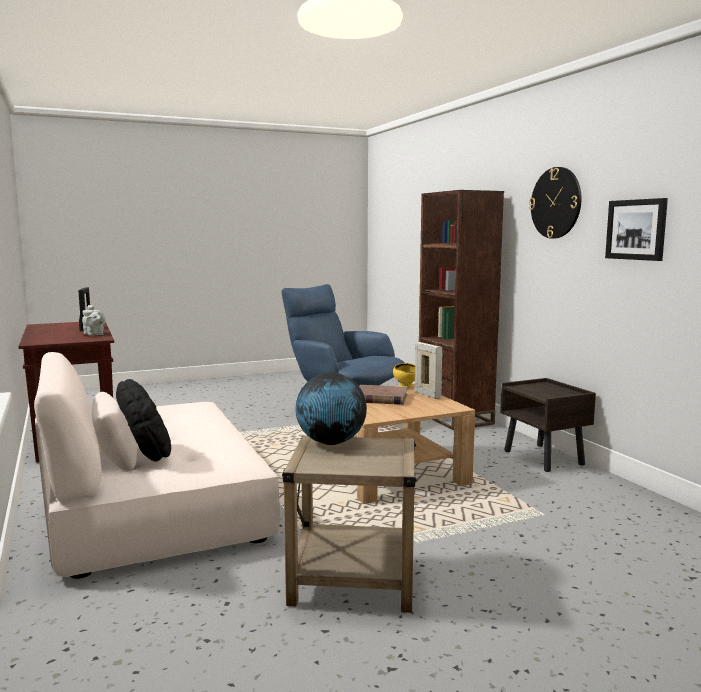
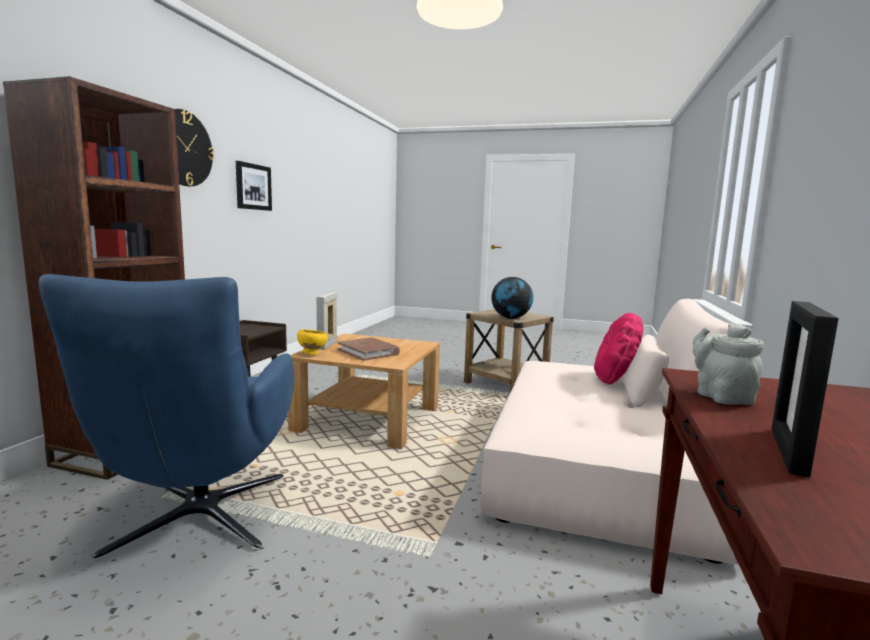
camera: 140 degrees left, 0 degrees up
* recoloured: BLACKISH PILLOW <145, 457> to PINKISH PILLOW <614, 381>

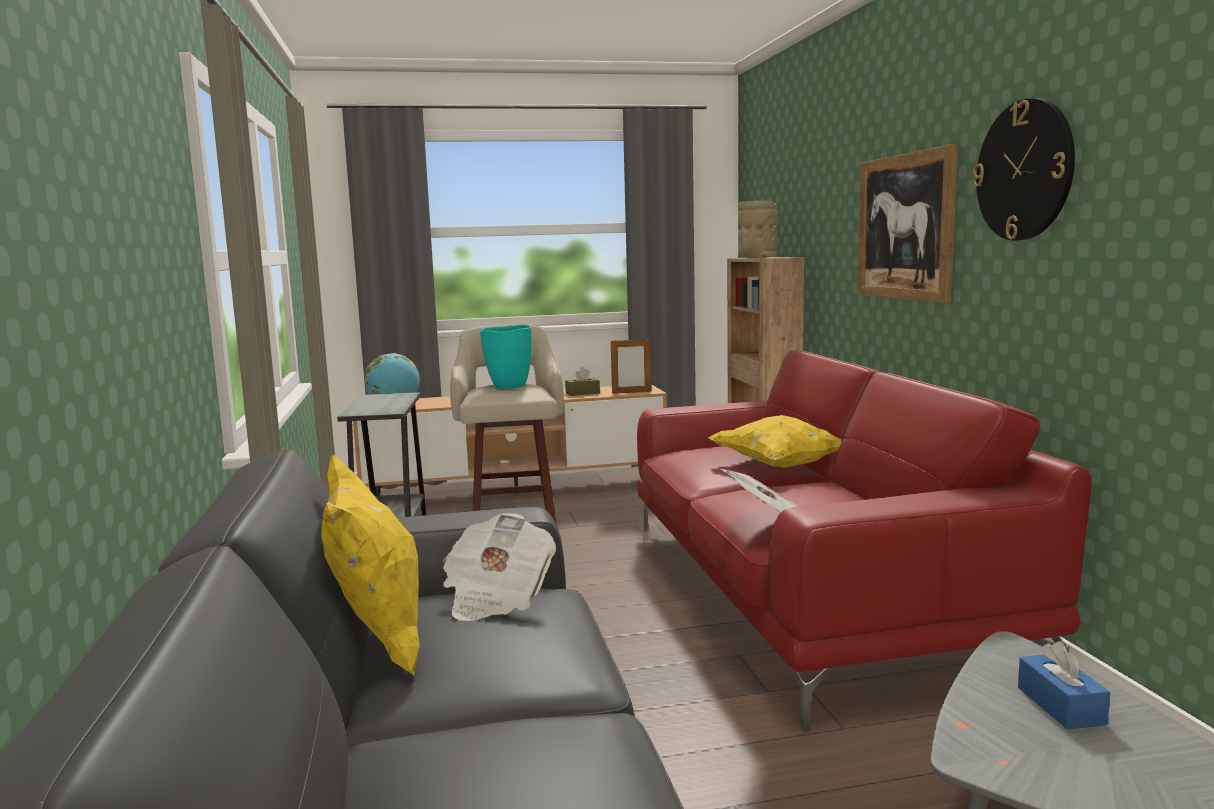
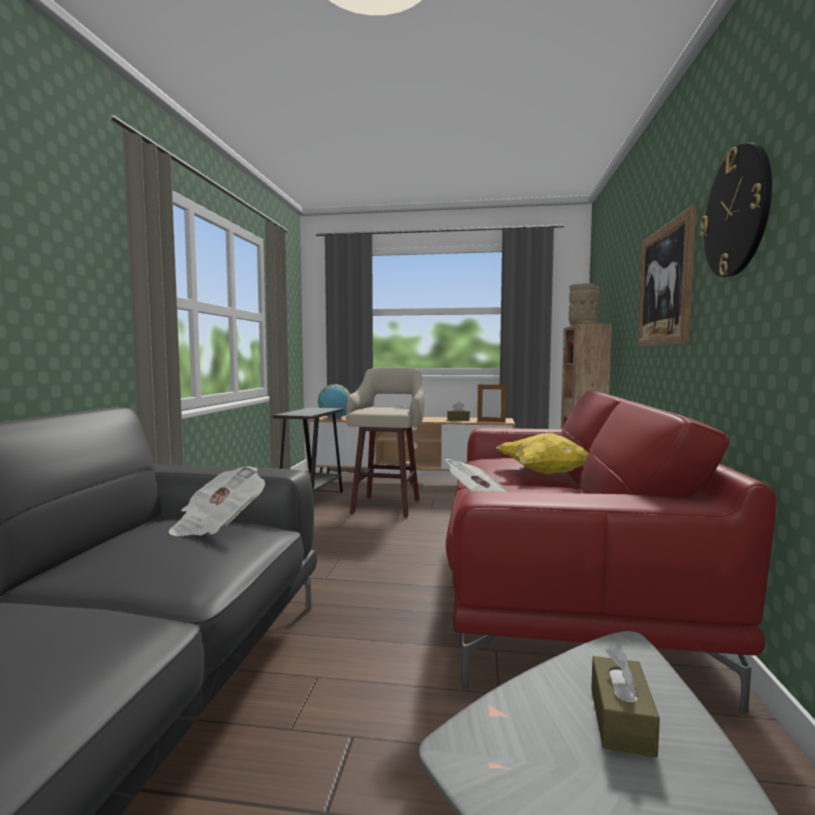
camera: 20 degrees right, 5 degrees down
* recoloured: BLUISH TISSUE BOX <1060, 706> to BROWN-COLOURED TISSUE BOX <621, 720>
* removed: YELLOWISH PILLOW <377, 642>
* removed: TURQUOISE-COLOURED VASE <509, 386>

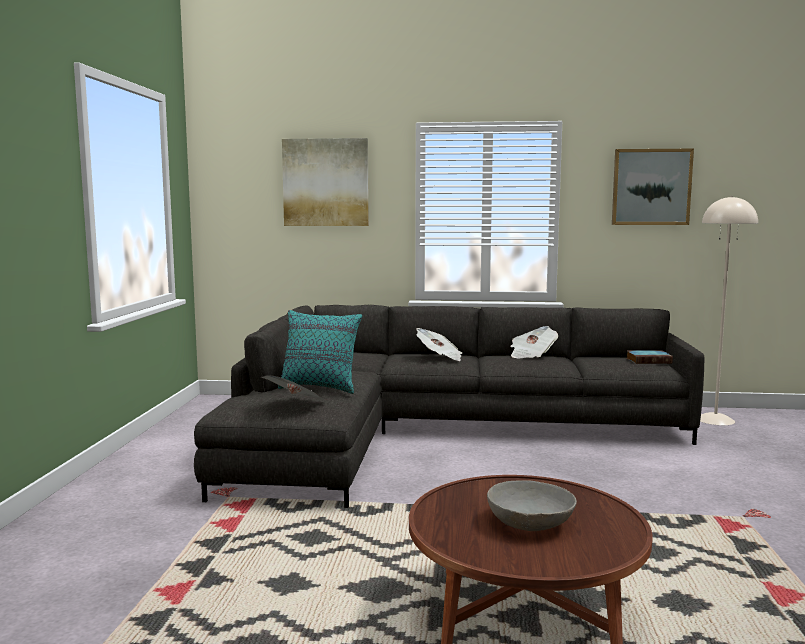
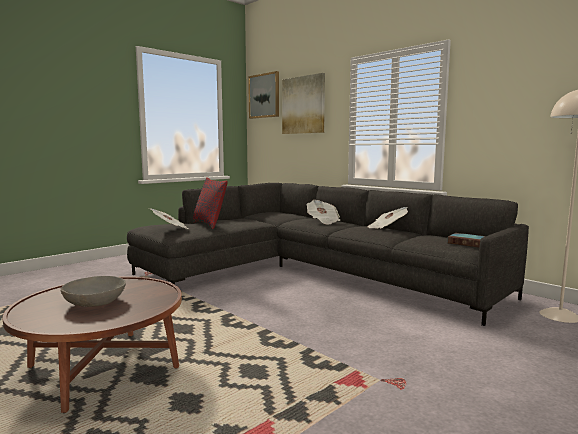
camera: 40 degrees right, 0 degrees up
* recoloured: TURQUOISE-COLOURED PILLOW <320, 388> to RED-COLOURED PILLOW <209, 225>
* moved: WALL ART <651, 187> to <264, 96>

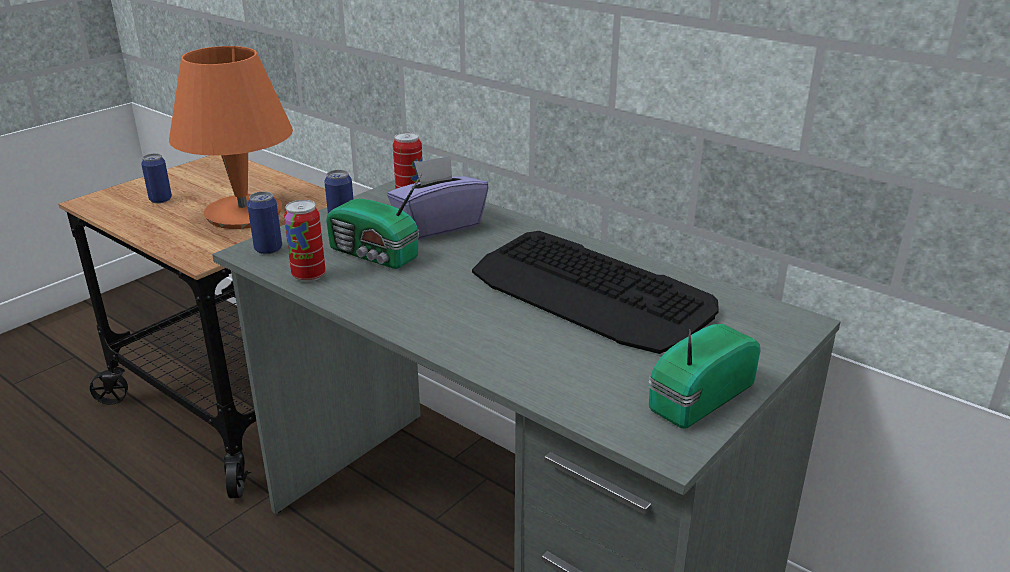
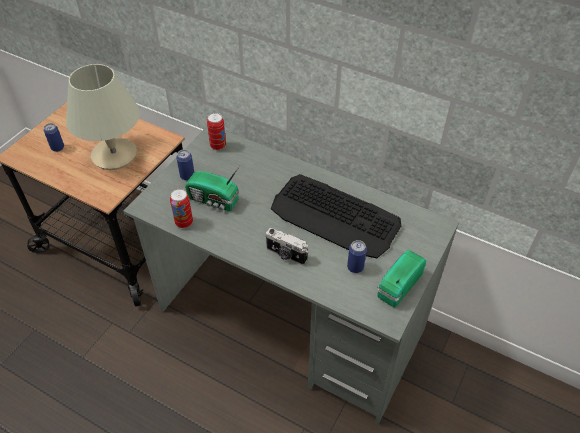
camera: 10 degrees left, 20 degrees up
* recoloured: ORANGE-COLOURED TABLETOP LAMP <245, 213> to BEIGE-COLOURED TABLETOP LAMP <115, 155>
* added: STILL CAMERA <286, 255>
* moved: SEALED CAN <268, 249> to <355, 267>
* removed: PURPLE TISSUE BOX <438, 225>

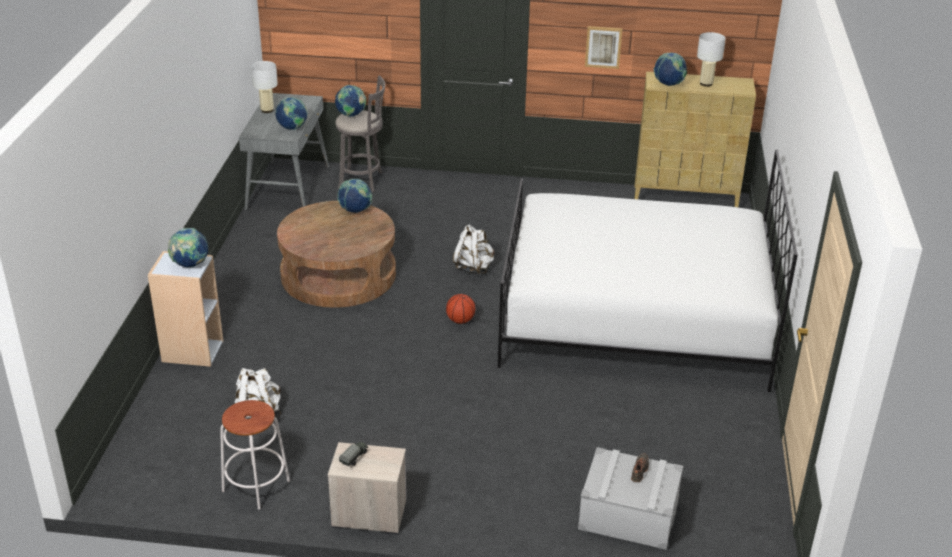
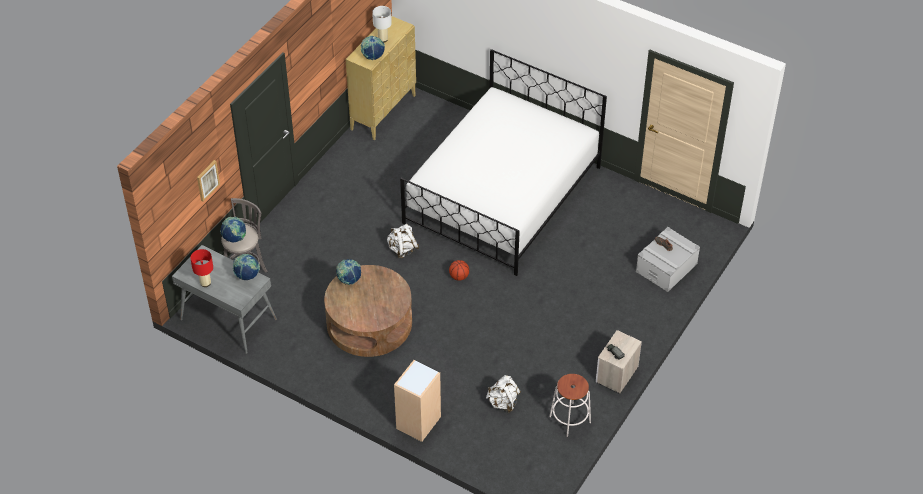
camera: 65 degrees left, 15 degrees up
* recoloured: WHITE TABLETOP LAMP <267, 110> to RED-COLOURED TABLETOP LAMP <206, 283>
* moved: WALL ART <603, 47> to <207, 180>
* removed: WORLD GLOBE <190, 265>

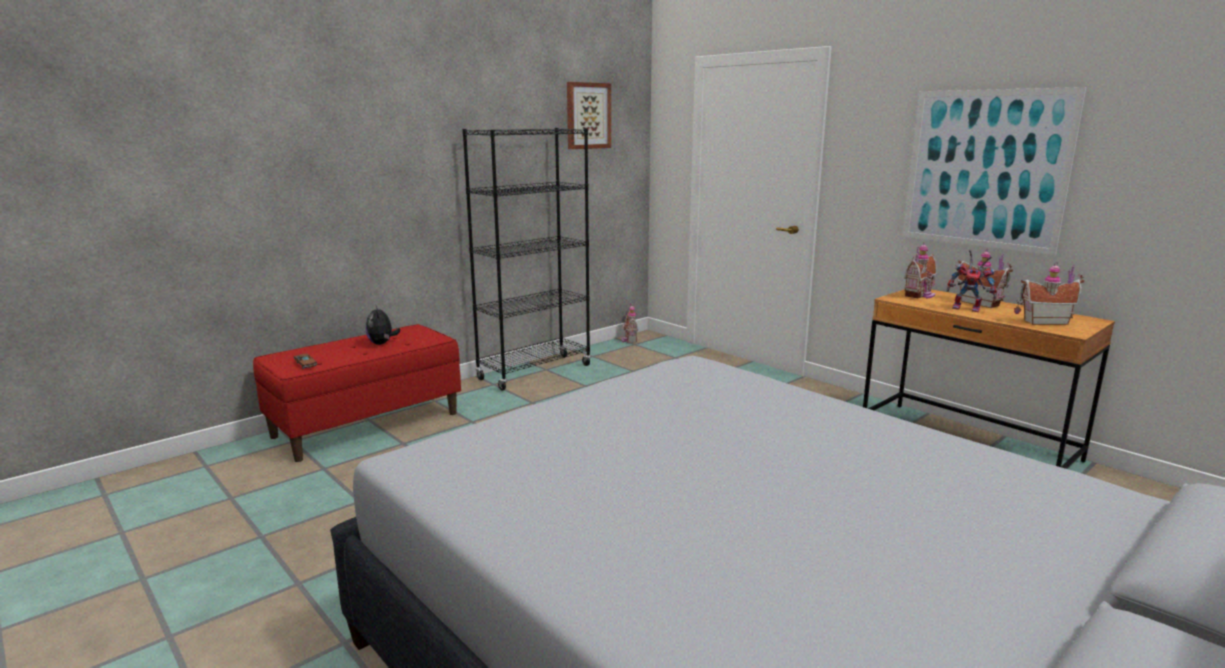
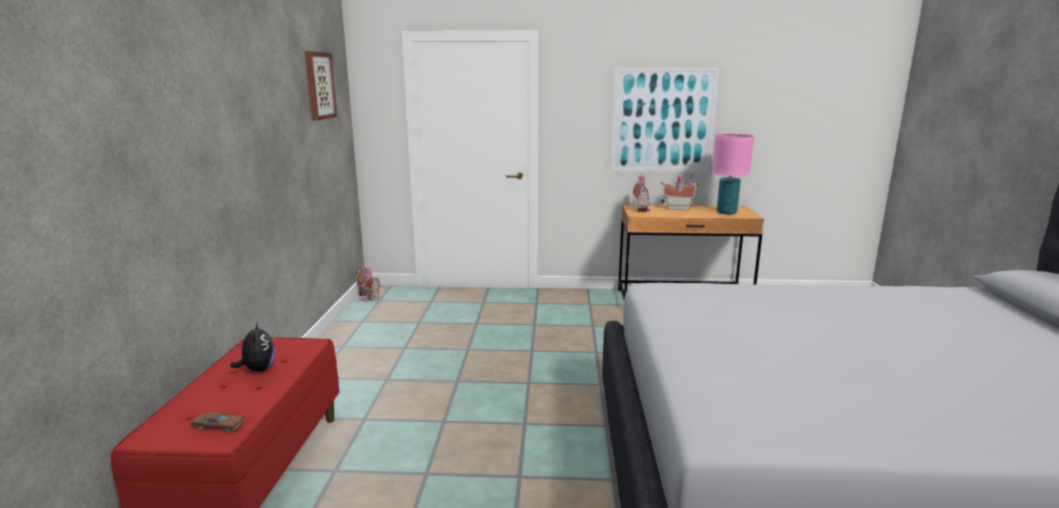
camera: 45 degrees left, 0 degrees up
* turned: CUDDLY TOY <382, 343> = <258, 370> 135 degrees counterclockwise
* replaced: MODEL HOUSE <1042, 321> to PINKISH TABLETOP LAMP <726, 213>
* removed: BLACKISH BOOKCASE <535, 372>
* removed: MODEL ROBOT <969, 308>

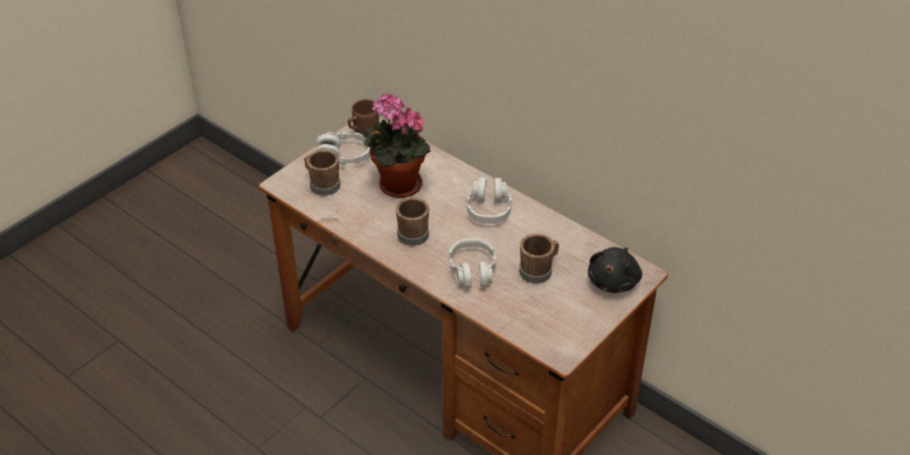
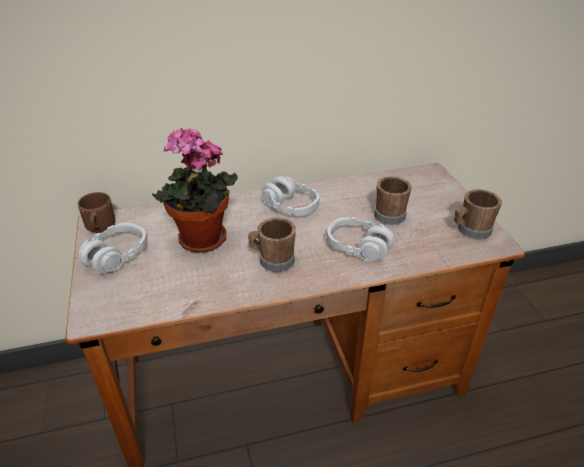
camera: 55 degrees left, 5 degrees down
* moved: BROWN-COLOURED COFFEE MUG <322, 184> to <470, 230>
* removed: BLACKISH CUDDLY TOY <614, 281>

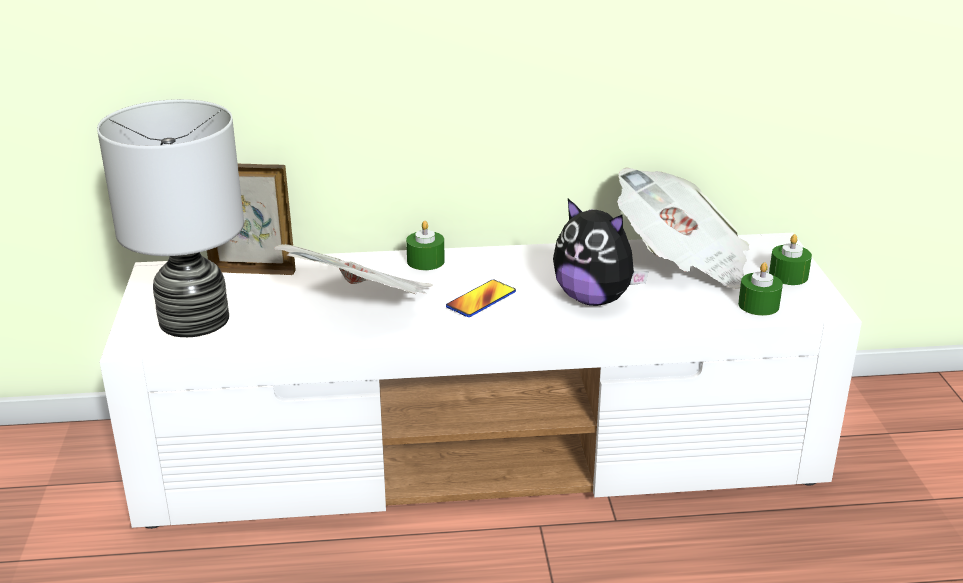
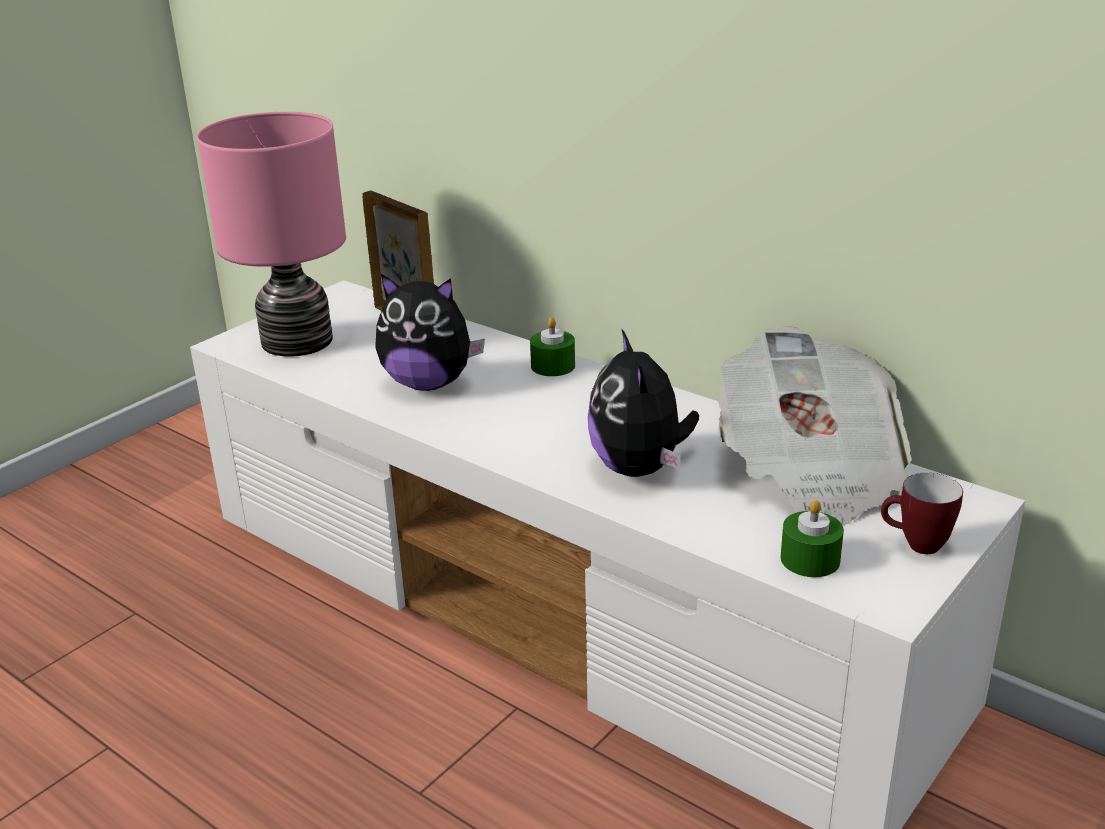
camera: 45 degrees right, 0 degrees up
* recoloured: GRAY TABLETOP LAMP <195, 320> to PINKISH TABLETOP LAMP <297, 342>
* replaced: PRINTED PAPER <362, 306> to CUDDLY TOY <429, 383>
* replaced: GREEN WAX CANDLE <788, 275> to COFFEE MUG <915, 545>
* removed: HANDSET <481, 300>

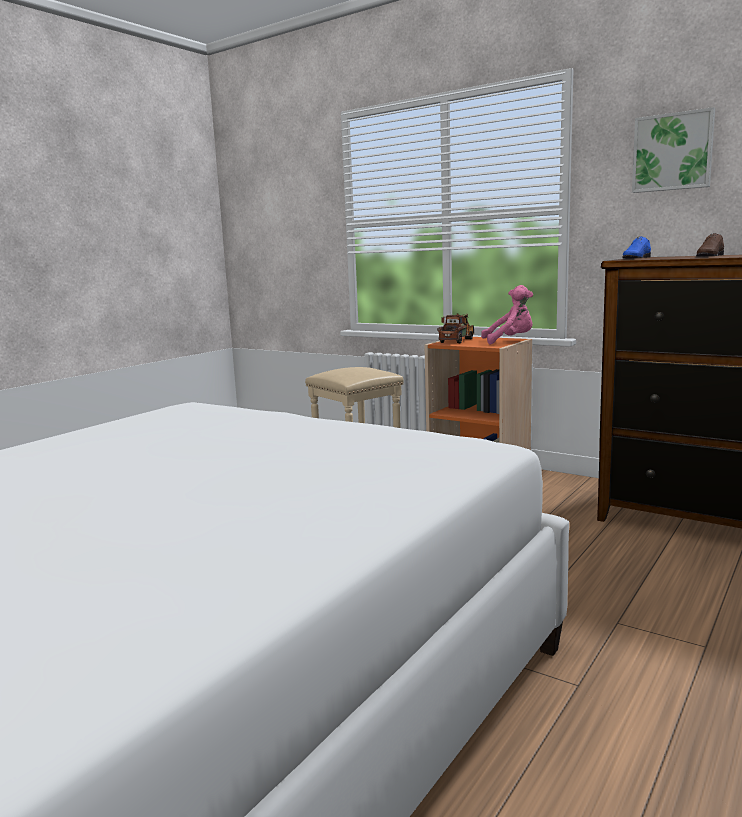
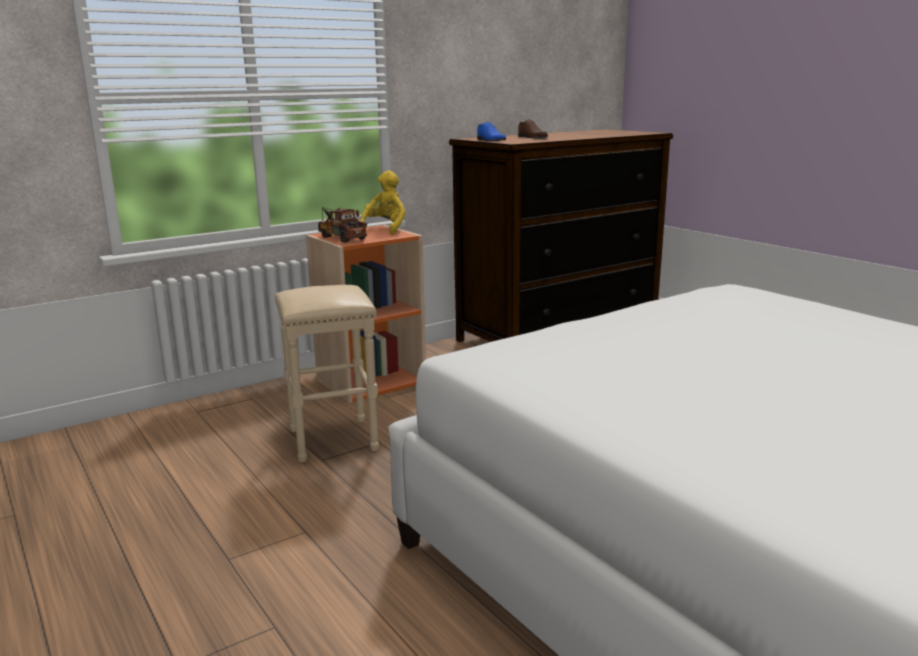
camera: 70 degrees left, 5 degrees up
* recoloured: PINKISH CUDDLY TOY <510, 341> to YELLOWISH CUDDLY TOY <385, 229>
* removed: WALL ART <673, 152>

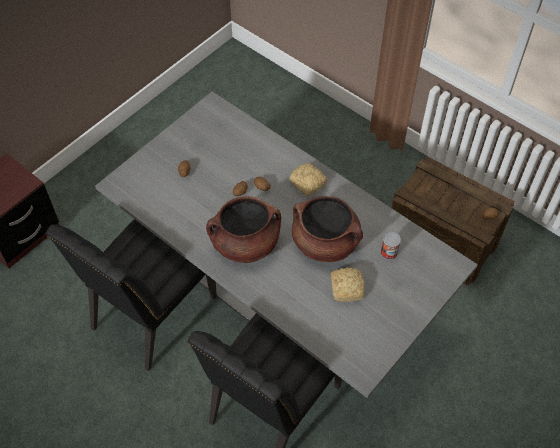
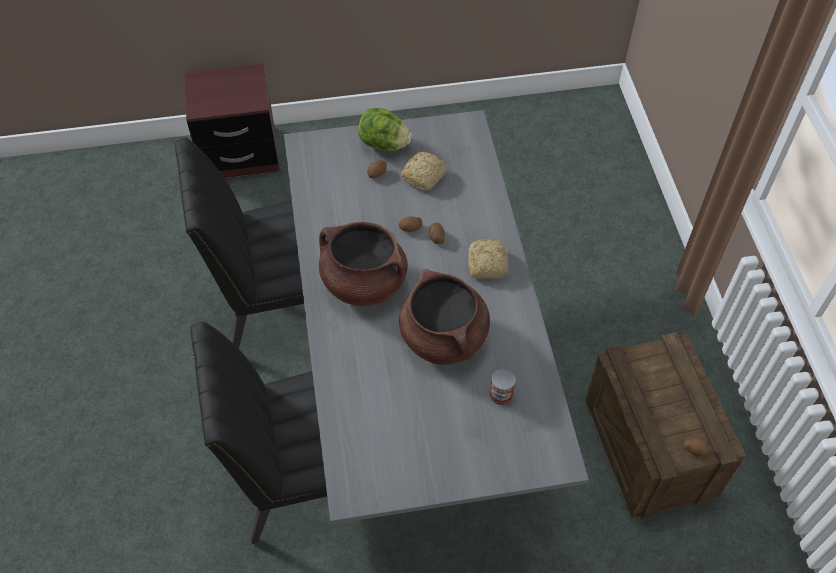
camera: 40 degrees right, 0 degrees up
* added: HEAD OF LETTUCE <384, 144>
* moved: BAKED BREAD <347, 287> to <424, 176>

